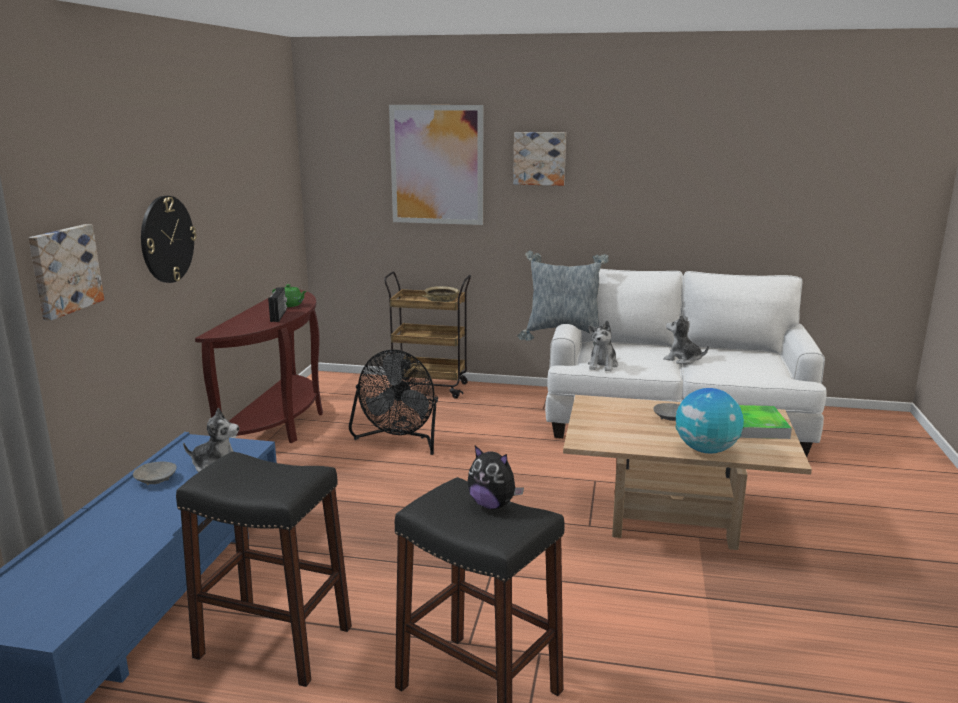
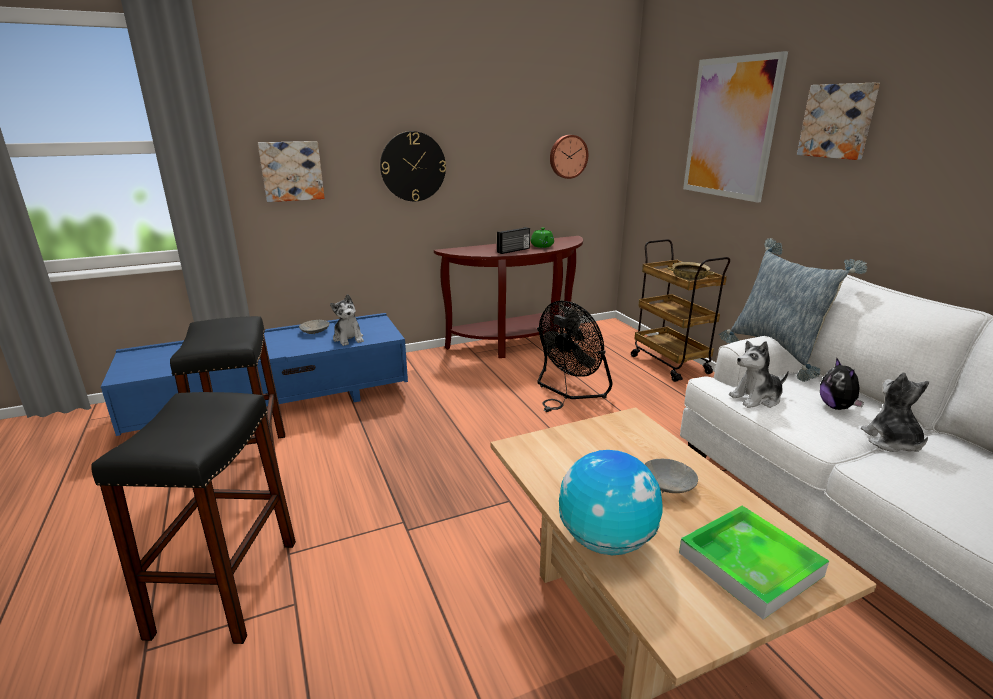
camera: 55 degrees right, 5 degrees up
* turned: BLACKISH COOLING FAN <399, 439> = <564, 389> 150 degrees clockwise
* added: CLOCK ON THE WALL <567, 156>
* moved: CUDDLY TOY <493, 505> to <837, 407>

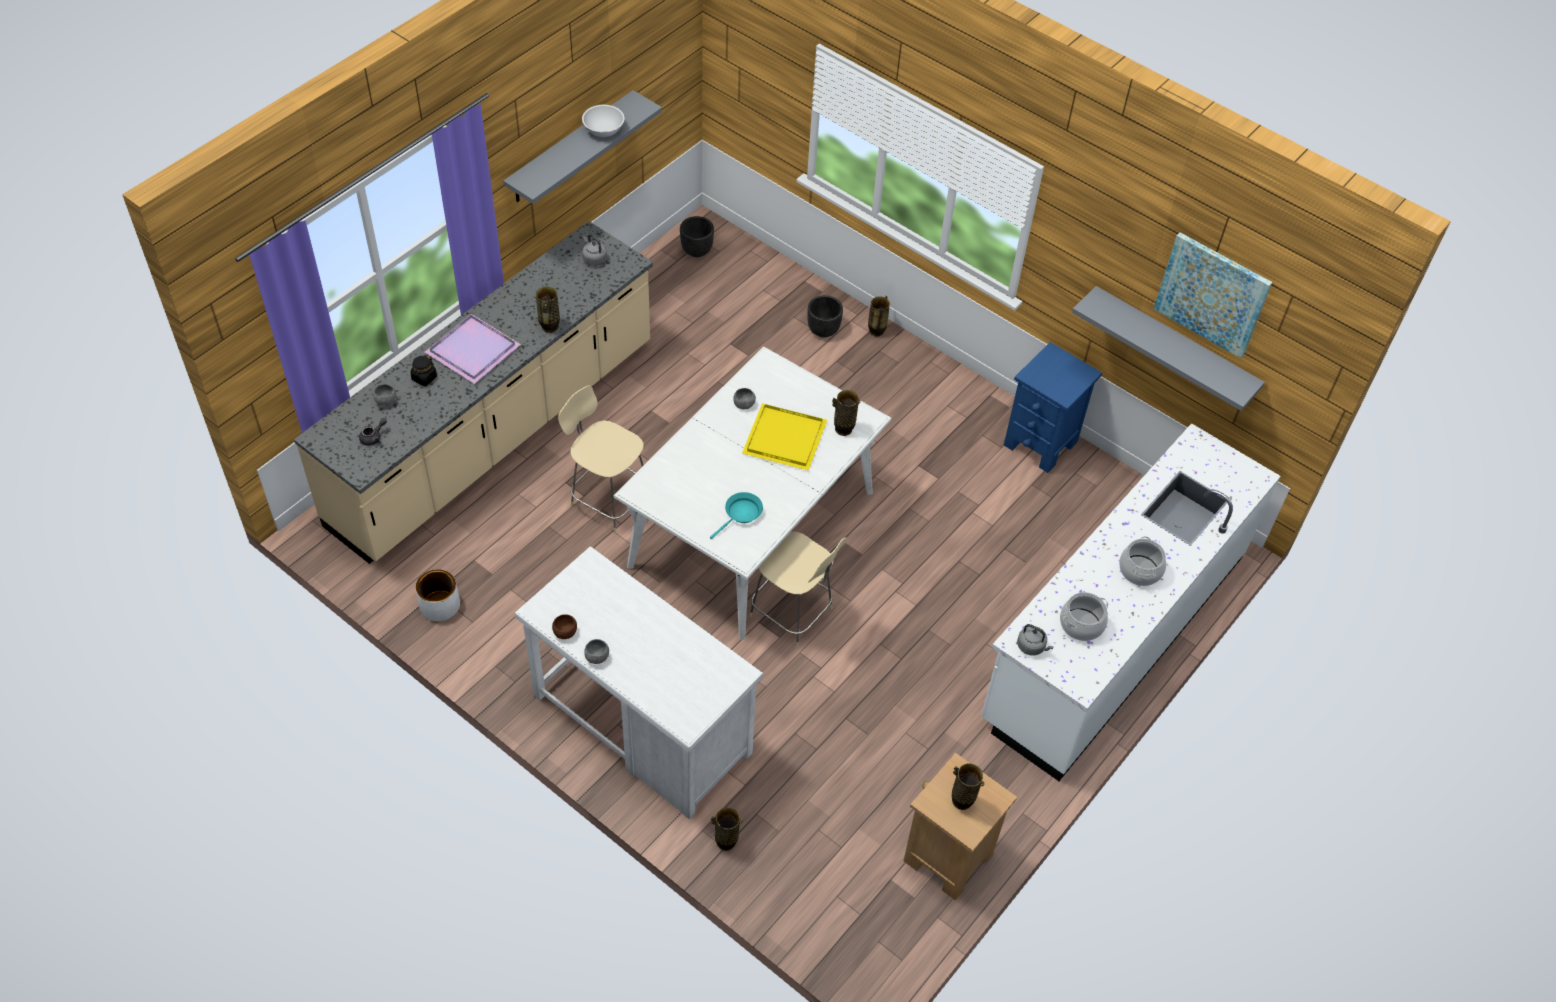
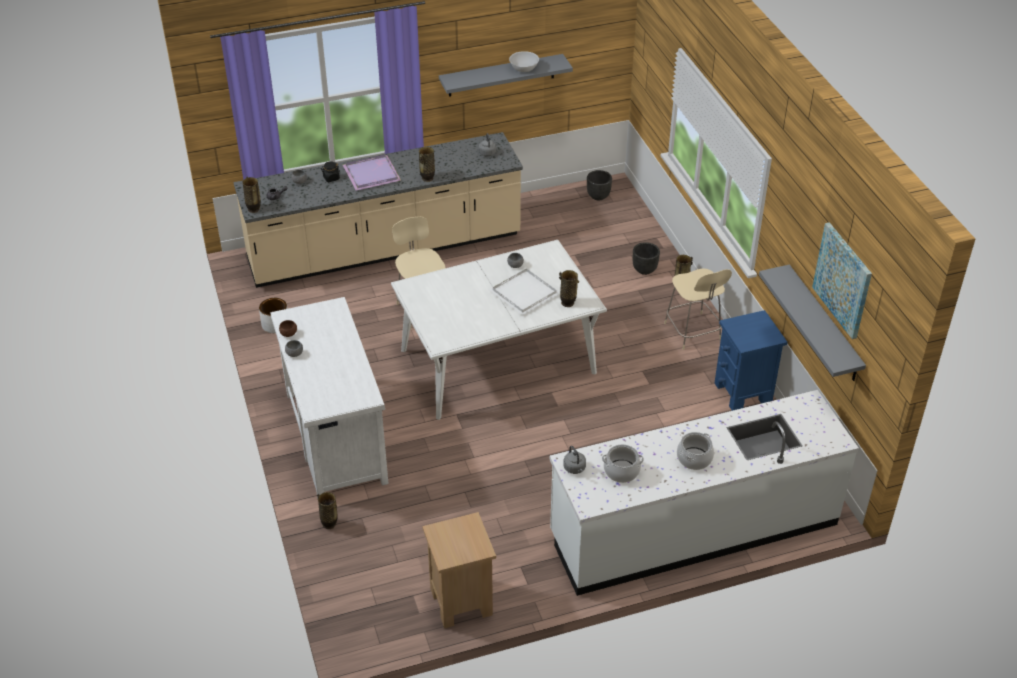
camera: 35 degrees right, 10 degrees down
* moved: VASE <962, 801> to <254, 209>
* recoloured: YELLOWISH CARRYING TRAY <785, 440> to WHITE CARRYING TRAY <524, 294>
* moved: BEIGE-COLOURED UPRIGHT CHAIR <793, 614> to <693, 332>
* removed: TURQUOISE-COLOURED FRYING PAN <741, 514>

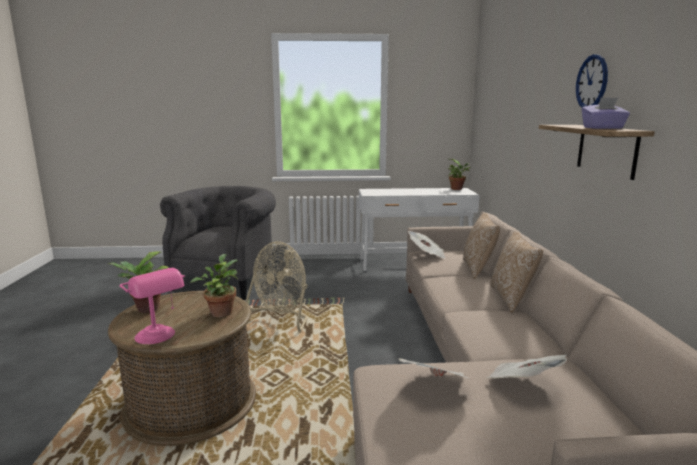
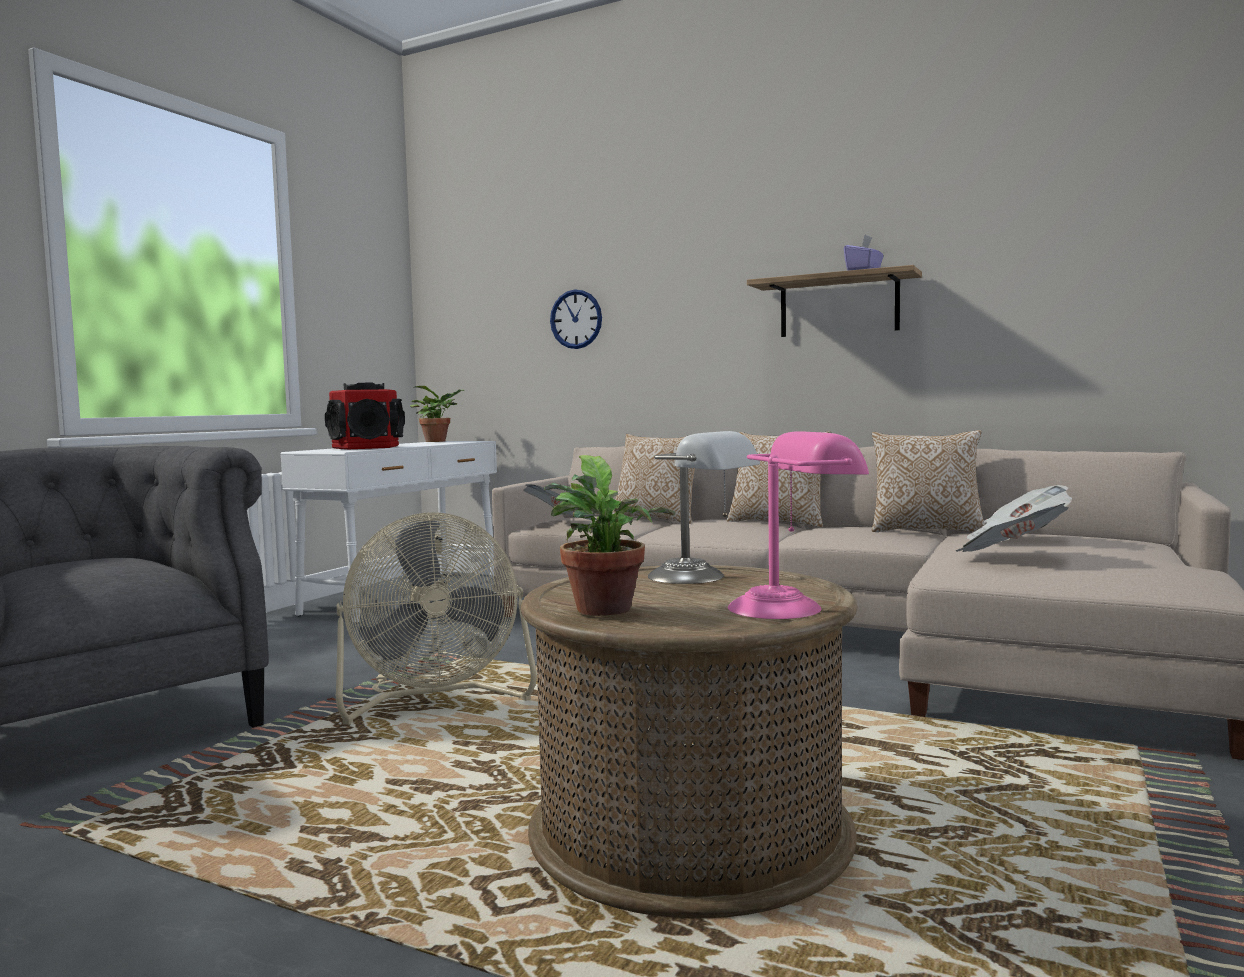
camera: 60 degrees left, 10 degrees down
* added: LOUDSPEAKER <367, 447>
* moved: CLOCK ON THE WALL <591, 82> to <576, 319>
* replaced: POTTED PLANT <221, 312> to WHITE TABLETOP LAMP <701, 577>
* added: PILLOW <926, 530>

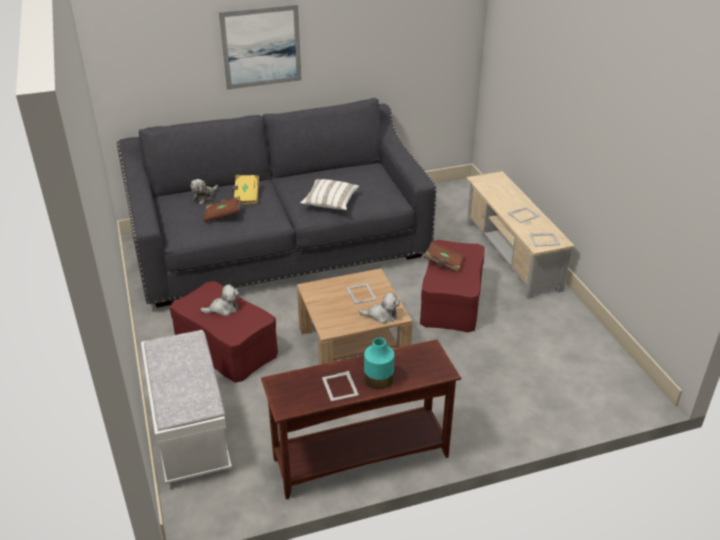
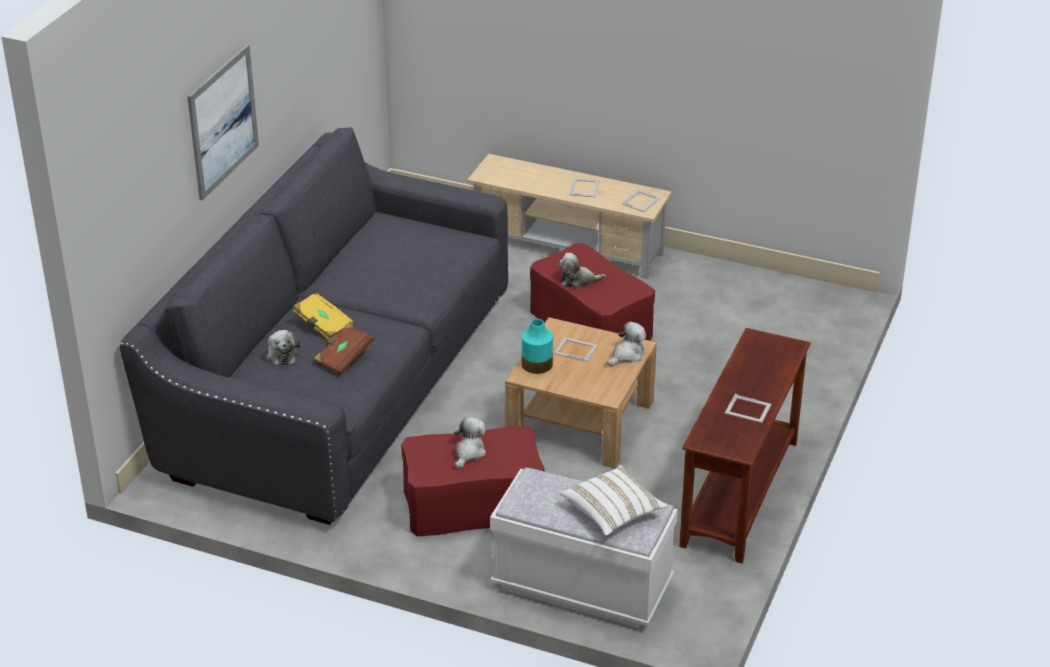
camera: 50 degrees left, 0 degrees up
* moved: TURQUOISE-COLOURED VASE <379, 378> to <537, 364>
* replaced: BROWN-COLOURED BOUND BOOK <443, 263> to CUDDLY TOY <578, 281>
* moved: WHITE PILLOW <330, 203> to <613, 512>

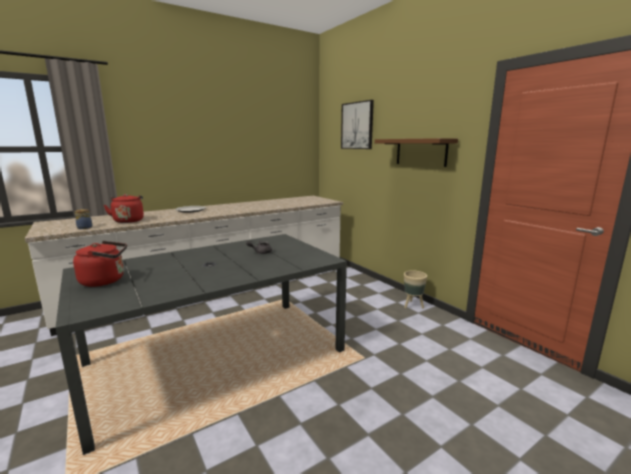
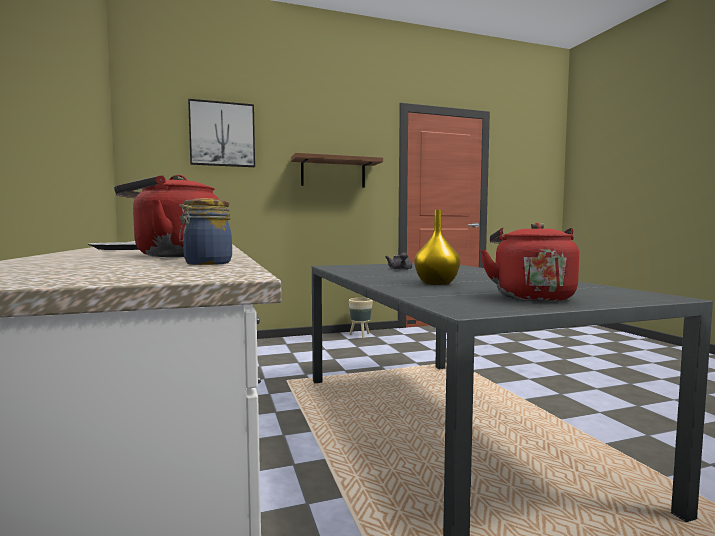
camera: 75 degrees left, 10 degrees down
* added: YELLOWISH VASE <435, 283>

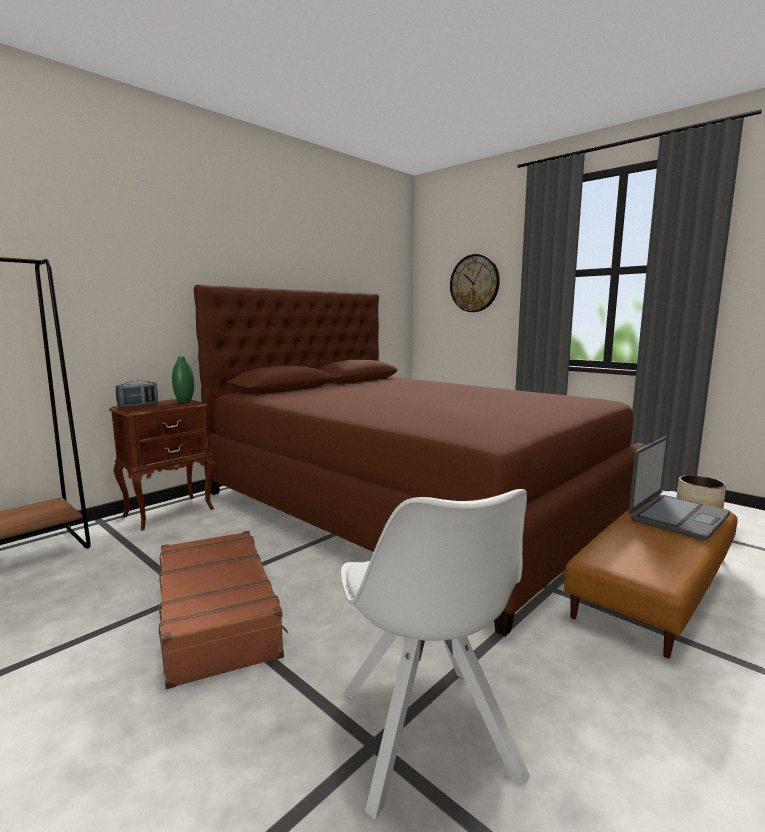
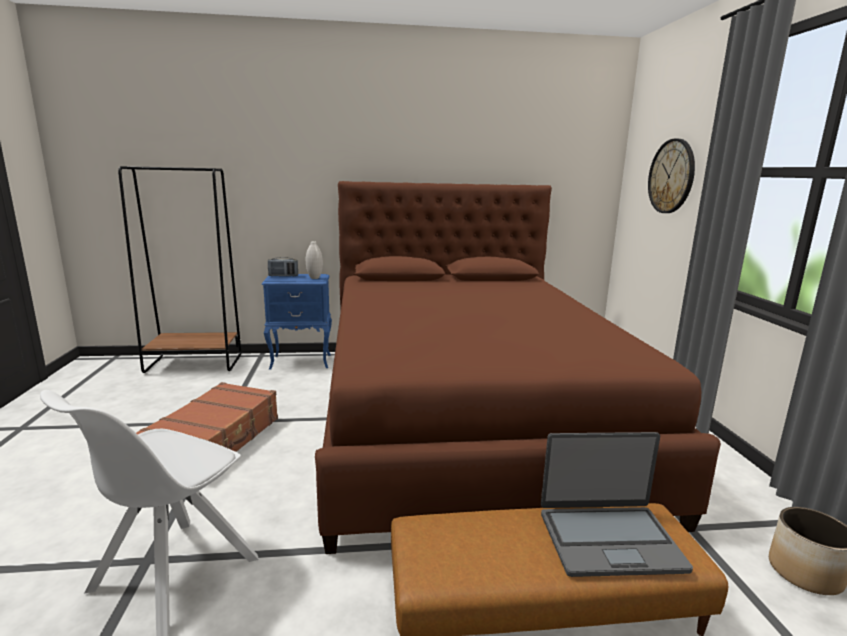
camera: 40 degrees right, 5 degrees up
* recoloured: BROWN-COLOURED NIGHTSTAND <169, 512> to BLUISH NIGHTSTAND <301, 361>
* recoloured: GREEN VASE <184, 402> to WHITE VASE <314, 278>

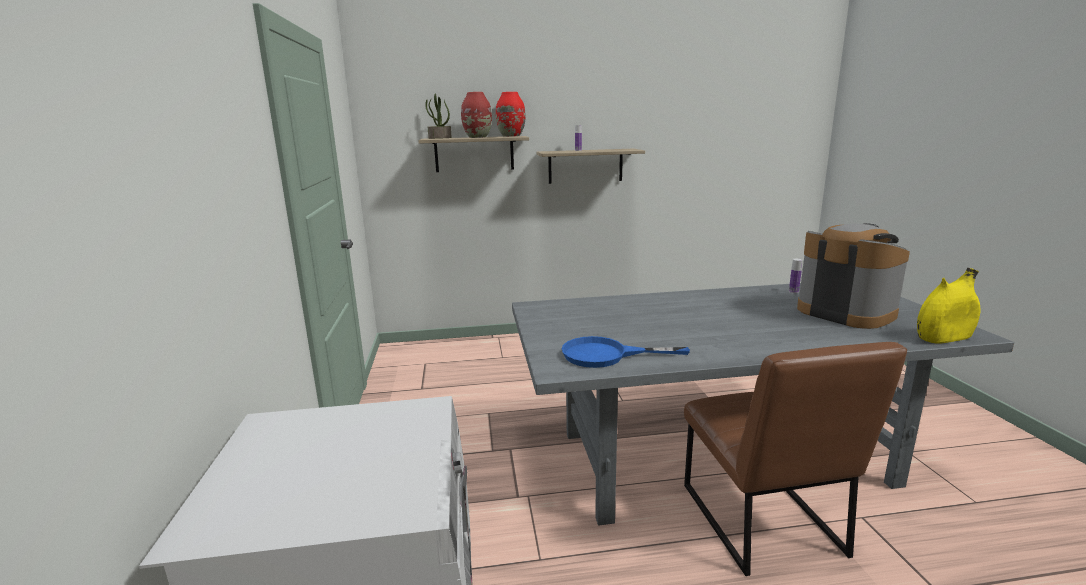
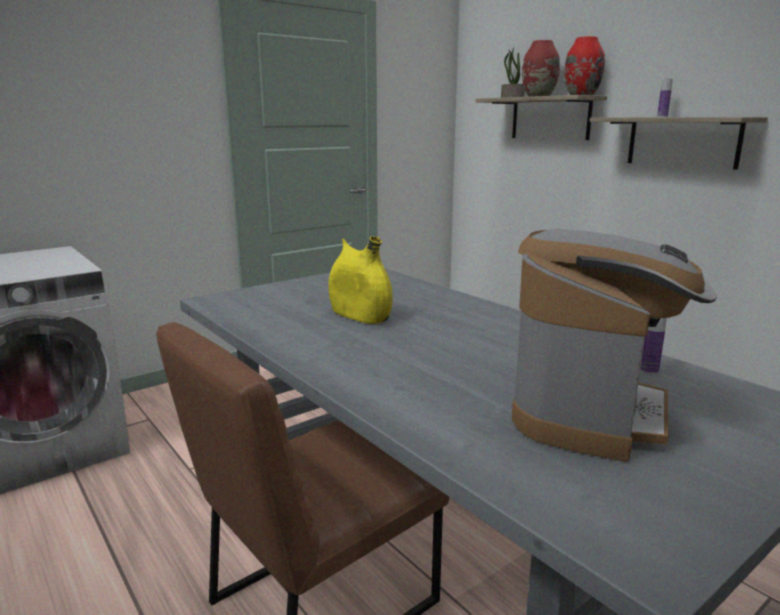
camera: 60 degrees right, 0 degrees up
* moved: YELLOWISH VASE <943, 338> to <360, 316>
* removed: BLUISH FRYING PAN <606, 355>

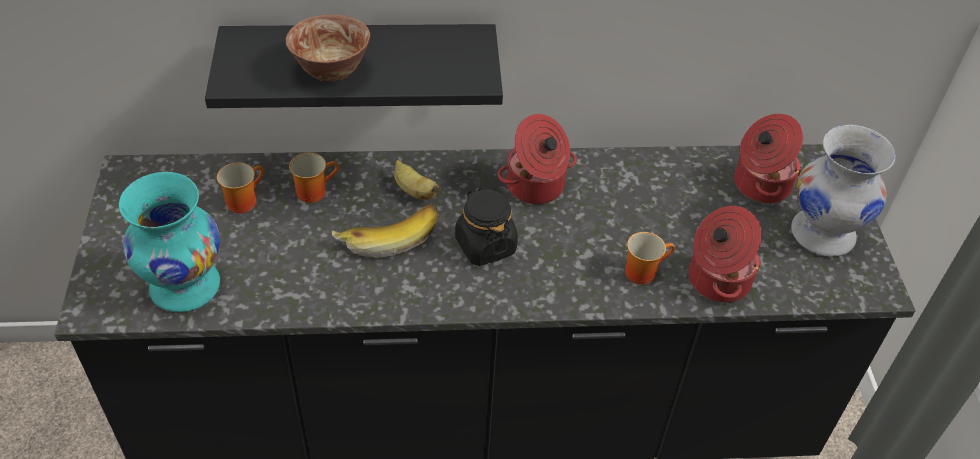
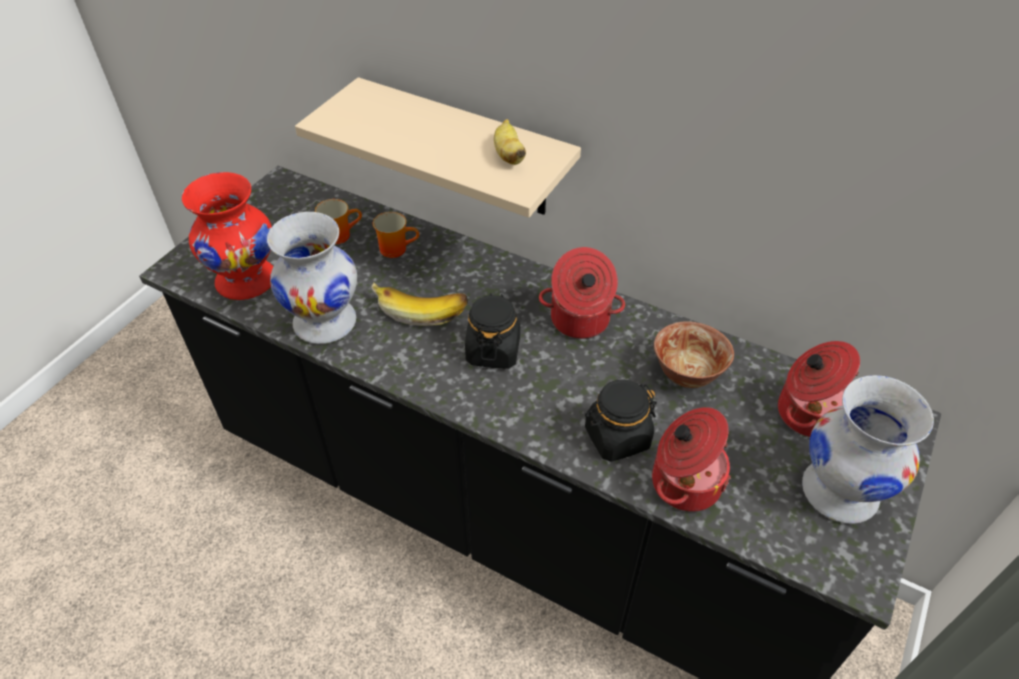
camera: 35 degrees right, 0 degrees up
* recoloured: TURQUOISE-COLOURED VASE <185, 285> to RED-COLOURED VASE <246, 279>
* added: WHITE VASE <323, 323>
* recoloured: BLACKISH WALL SHELF <361, 63> to BEIGE-COLOURED WALL SHELF <465, 149>
* moved: WHOLE BANANA <414, 191> to <508, 155>
* replaced: COFFEE MUG <642, 270> to BLACKISH JAR <617, 437>
* moved: DEEP DISH <331, 71> to <686, 374>

